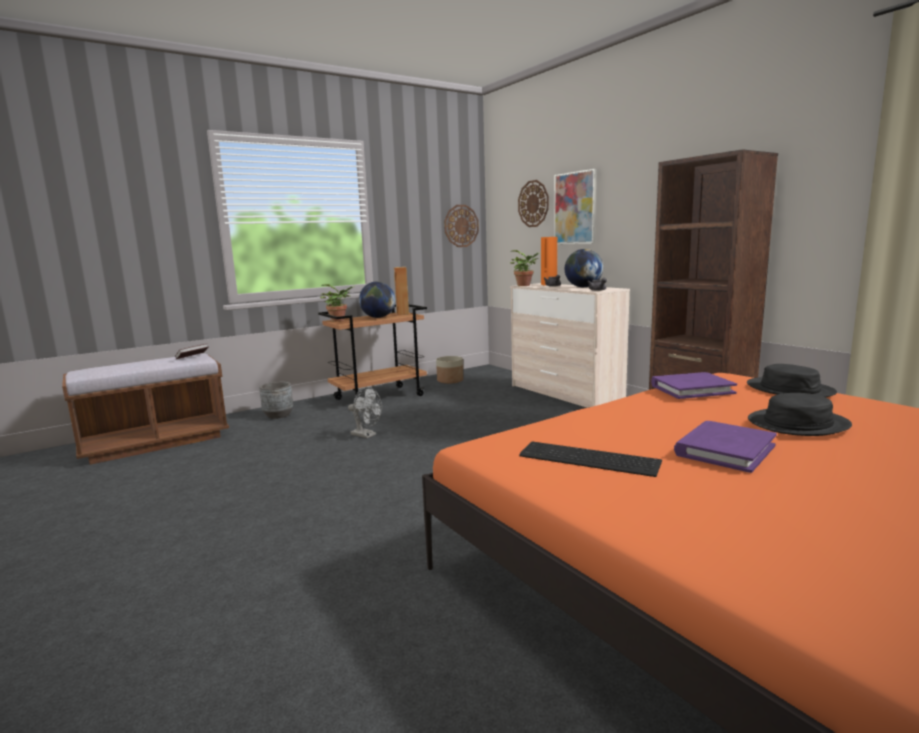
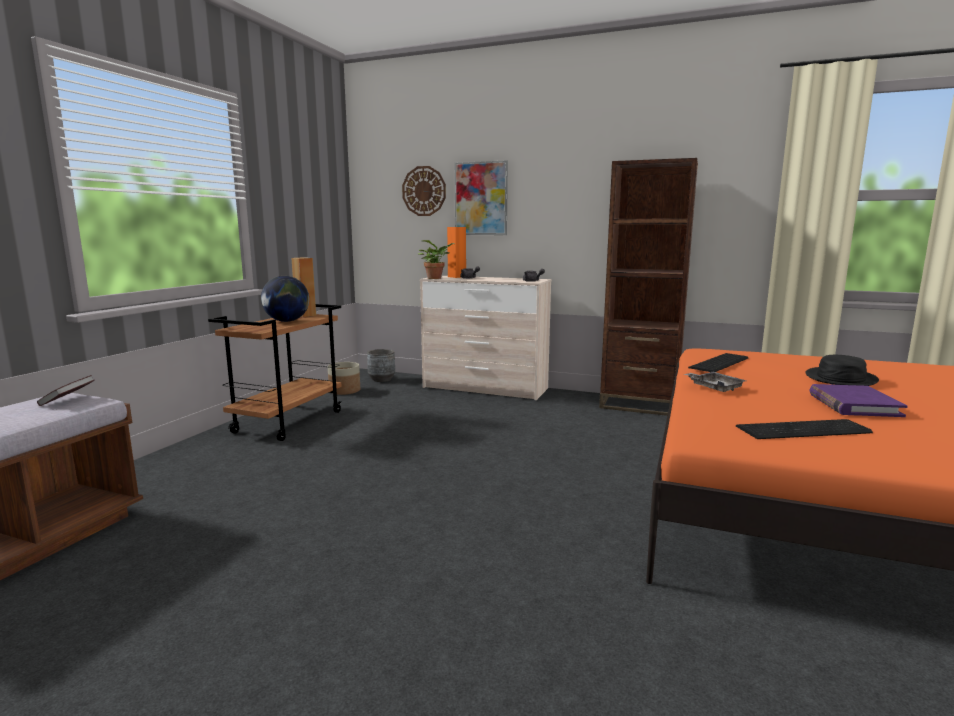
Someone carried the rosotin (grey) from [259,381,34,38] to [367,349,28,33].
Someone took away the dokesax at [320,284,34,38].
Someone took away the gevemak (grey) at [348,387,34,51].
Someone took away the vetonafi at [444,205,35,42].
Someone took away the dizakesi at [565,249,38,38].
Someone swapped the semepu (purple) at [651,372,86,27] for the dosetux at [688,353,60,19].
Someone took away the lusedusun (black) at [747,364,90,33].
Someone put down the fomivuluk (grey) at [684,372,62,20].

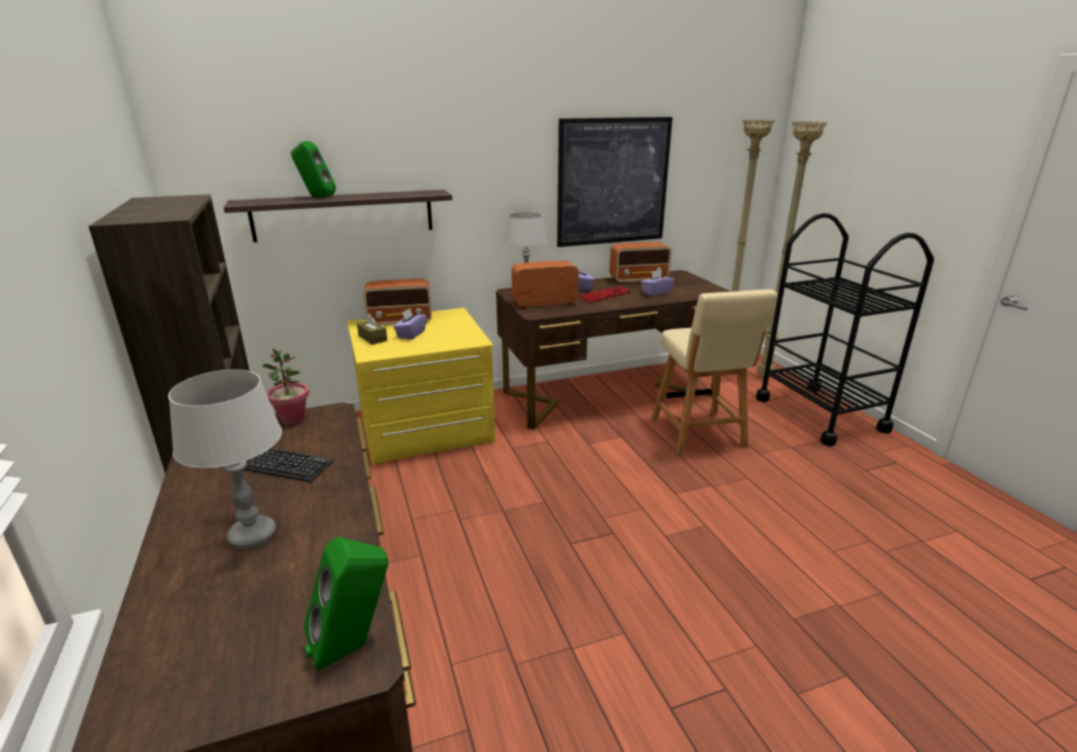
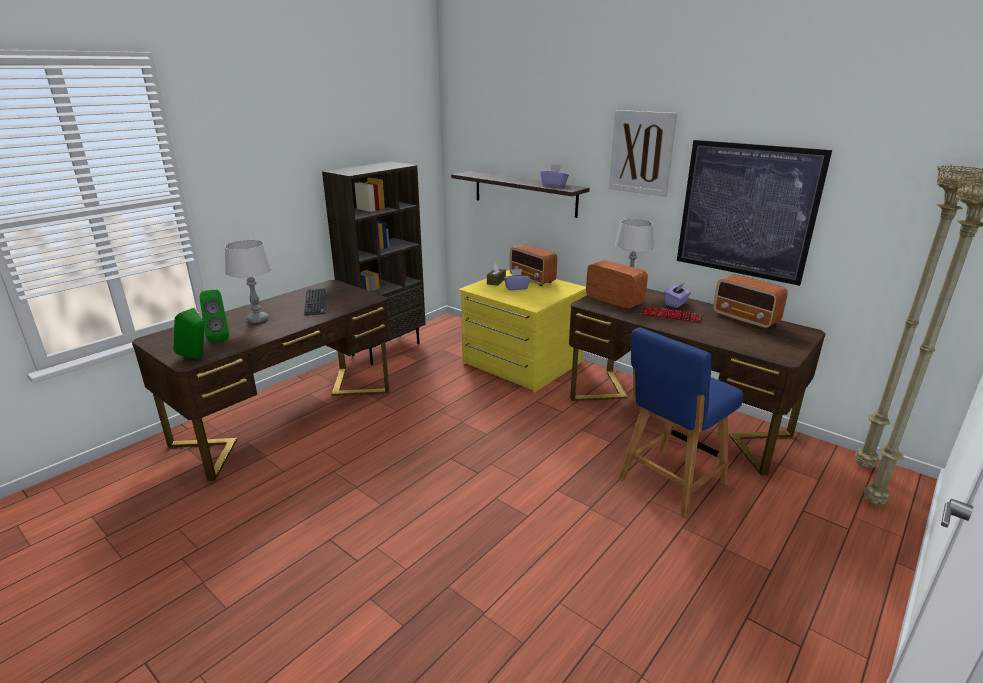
Someone took away the dokesax at [262,349,47,75].
Someone carried the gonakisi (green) from [291,141,45,57] to [200,290,29,52].
Someone carried the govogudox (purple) from [641,270,33,26] to [541,165,28,22].
Someone repainted the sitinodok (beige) at [651,289,127,166], which became the sitinodok (blue) at [619,327,124,191].
Someone took away the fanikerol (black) at [756,213,178,233].
Someone put up the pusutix at [609,110,68,87].

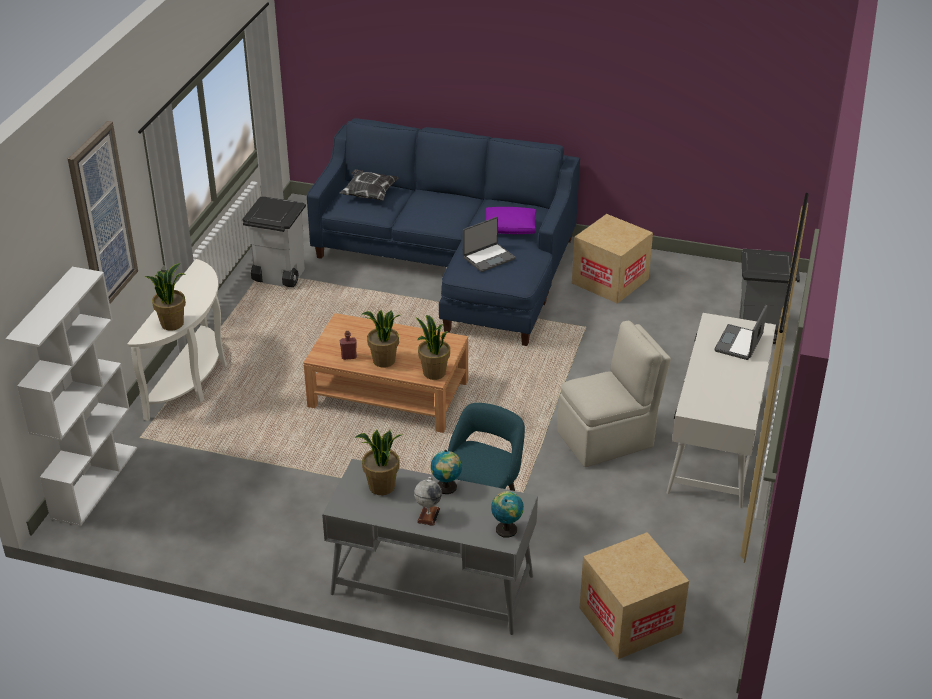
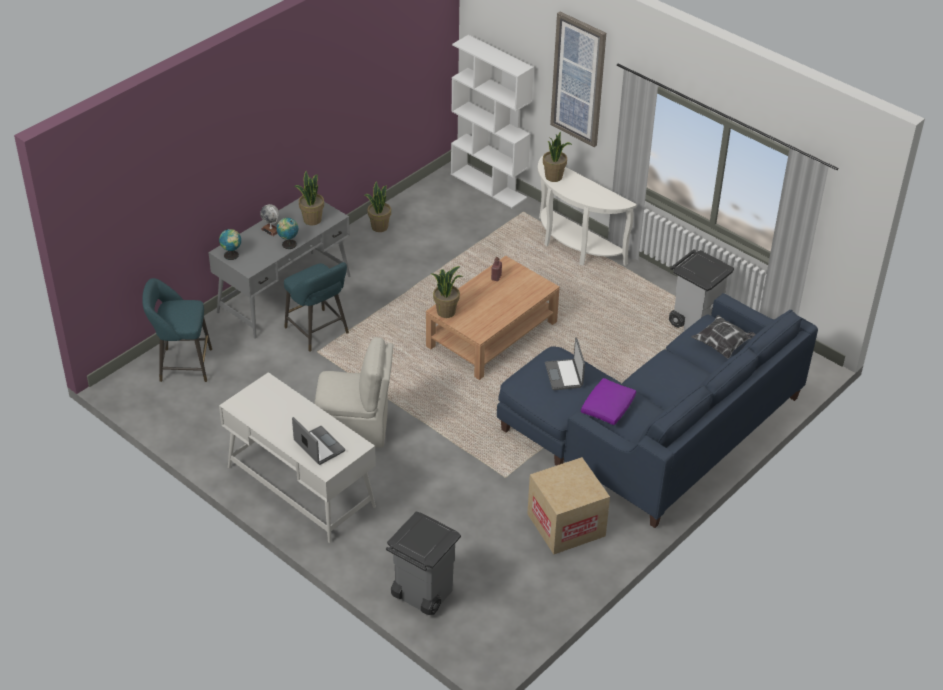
Someone carried the dokesax from [361,310,39,58] to [365,181,26,51].
Someone rotated the sitinodok (beige) at [558,320,113,147] by 90 degrees counterclockwise.
Someone swapped the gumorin at [580,532,109,127] for the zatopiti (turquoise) at [142,278,70,104].

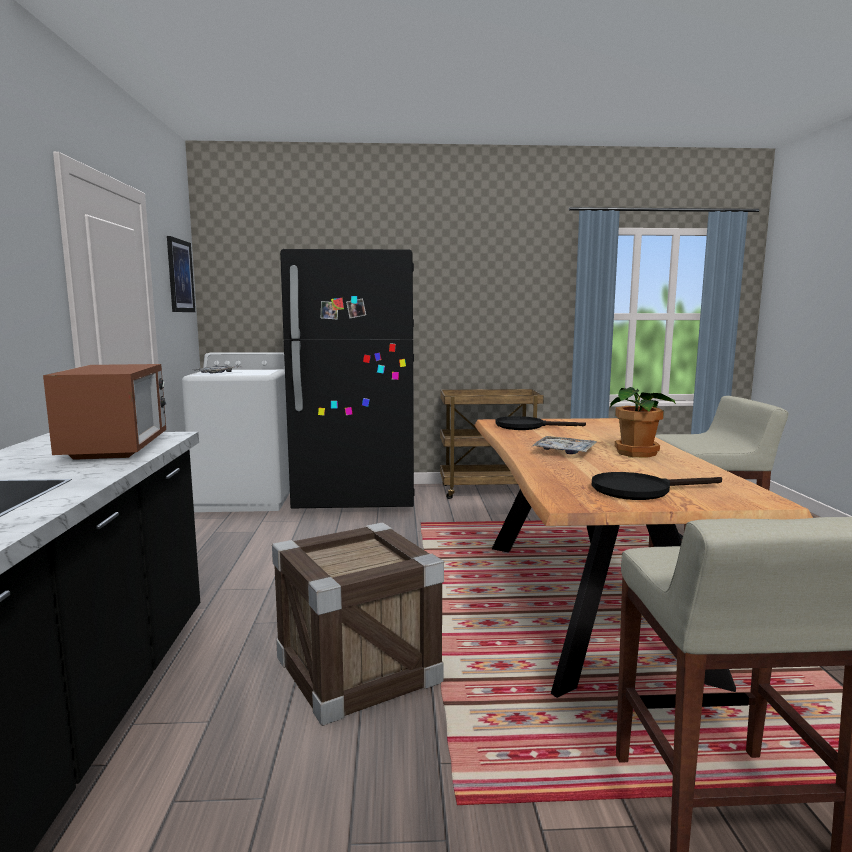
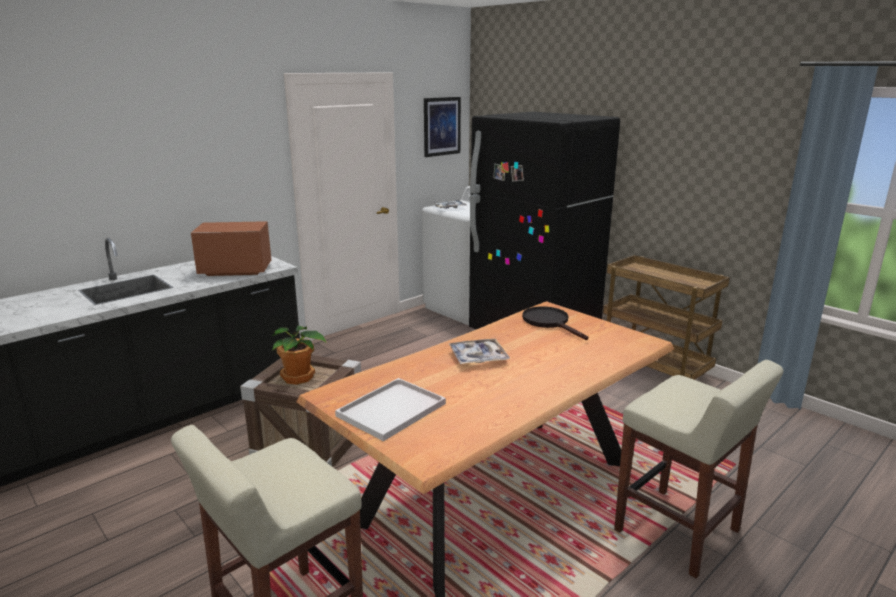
Someone rotated the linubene at [43,364,123,96] by 135 degrees counterclockwise.
Someone swapped the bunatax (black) at [592,472,130,28] for the fomivuluk (white) at [335,378,111,63].
Someone carried the dokesax from [610,387,66,71] to [272,325,55,60].

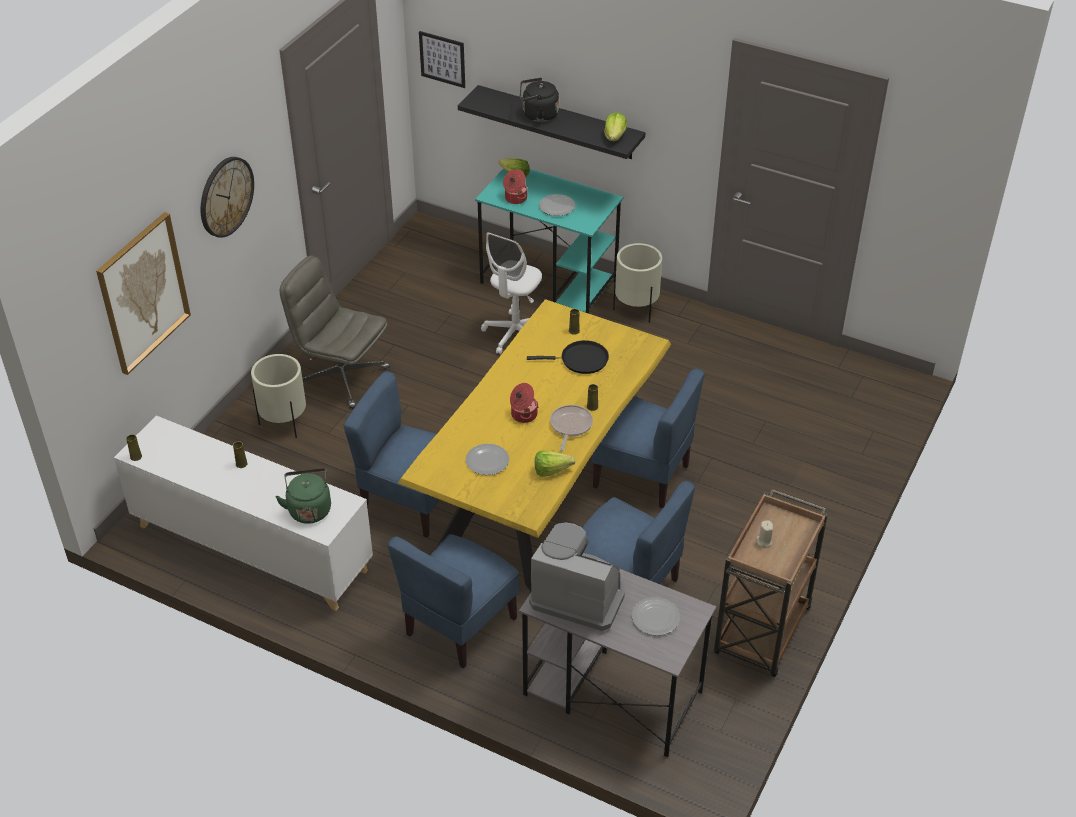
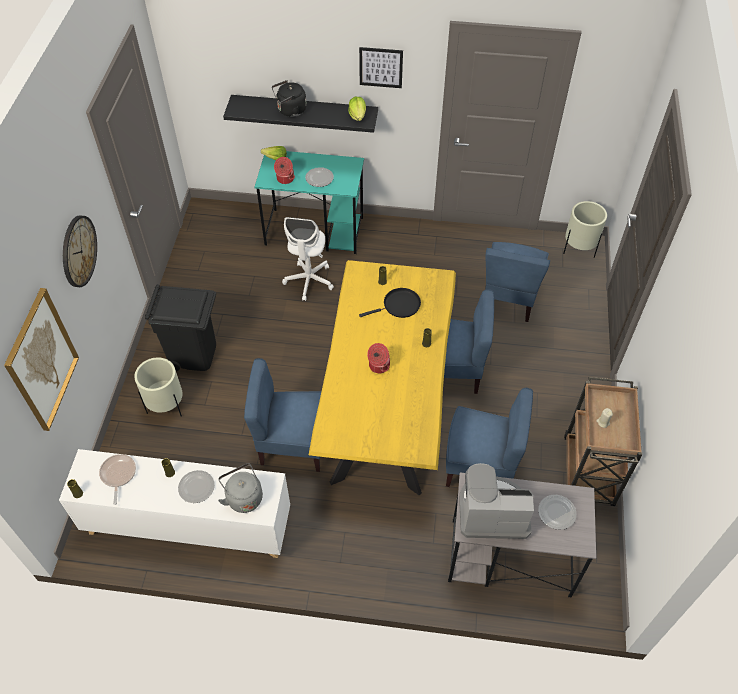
Someone repainted the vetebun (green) at [275,468,56,56], which became the vetebun (grey) at [218,463,45,50].
Someone swapped the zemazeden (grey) at [280,255,110,154] for the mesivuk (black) at [145,284,71,87].
Someone carried the sitinodok (blue) from [388,534,131,135] to [485,242,65,80].
Someone carried the pusutix from [419,31,46,57] to [359,47,44,41].
Someone carried the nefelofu from [465,444,44,31] to [178,470,37,33].
Someone took away the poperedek at [535,451,41,26].
Someone carried the bunatax from [550,405,43,46] to [99,454,37,51].
Someone carried the rosotin (beige) from [613,243,49,80] to [563,201,44,57].

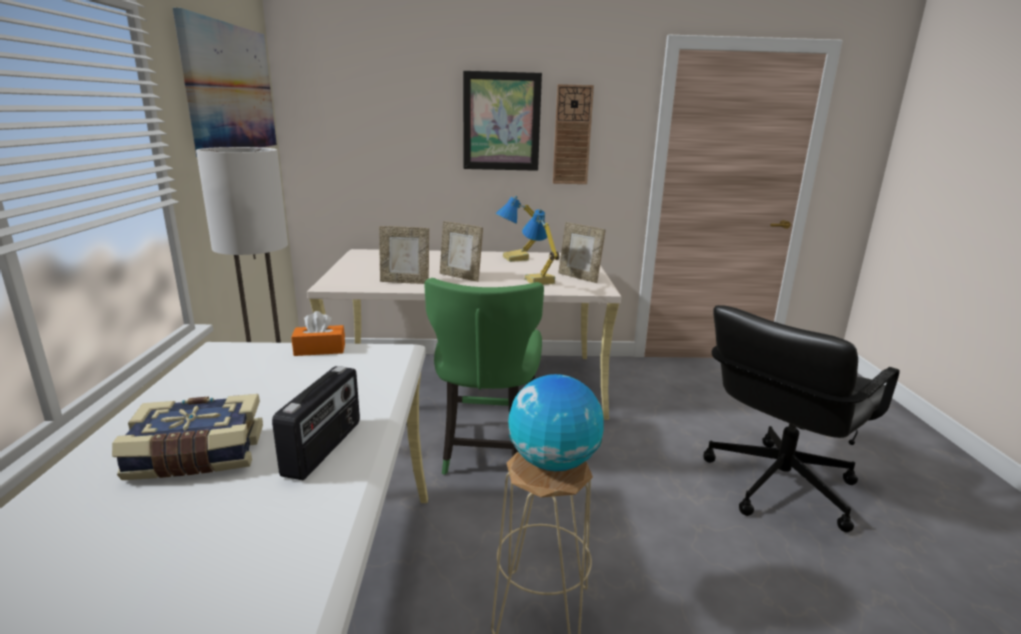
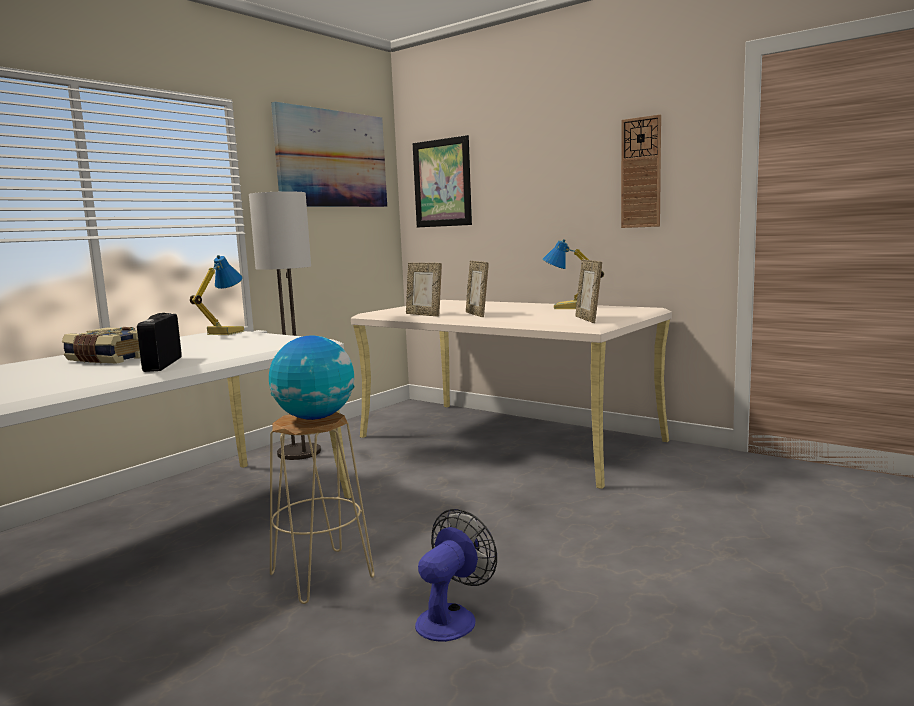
Someone rotated the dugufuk at [272,366,88,114] by 120 degrees clockwise.
Someone took away the govogudox (orange) at [291,311,54,45].
Someone took away the sitinodok (green) at [425,278,119,197].
Someone carried the pusutix from [463,71,79,100] to [413,135,59,92].
Someone carried the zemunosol from [522,209,37,76] to [190,255,54,80].
Someone took away the zemazeden (black) at [703,305,197,227].
Someone put down the gevemak at [415,509,82,133].

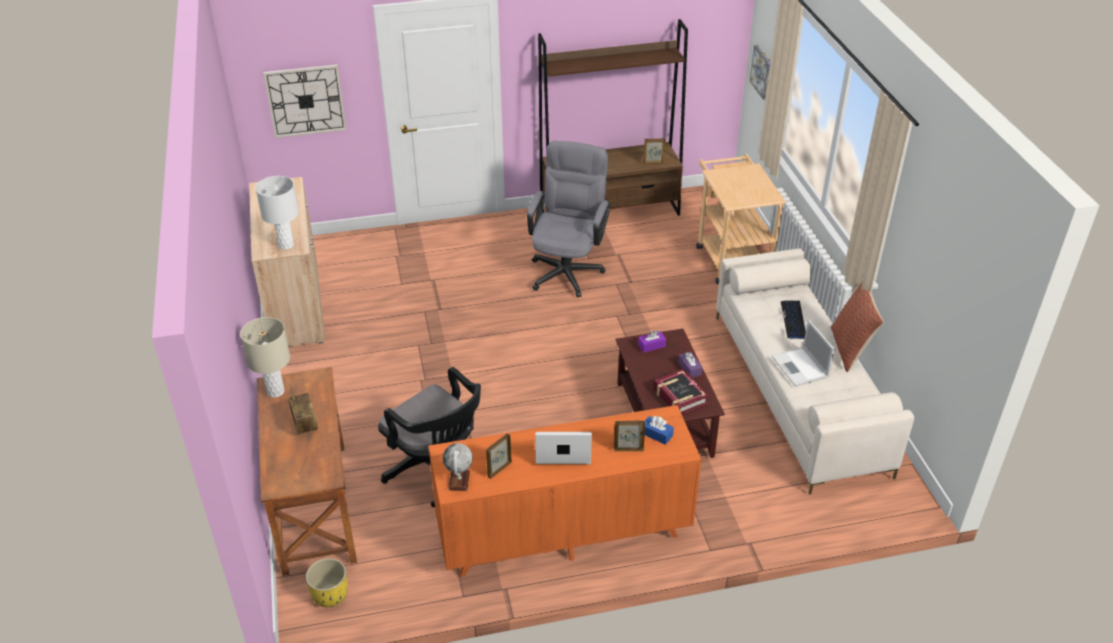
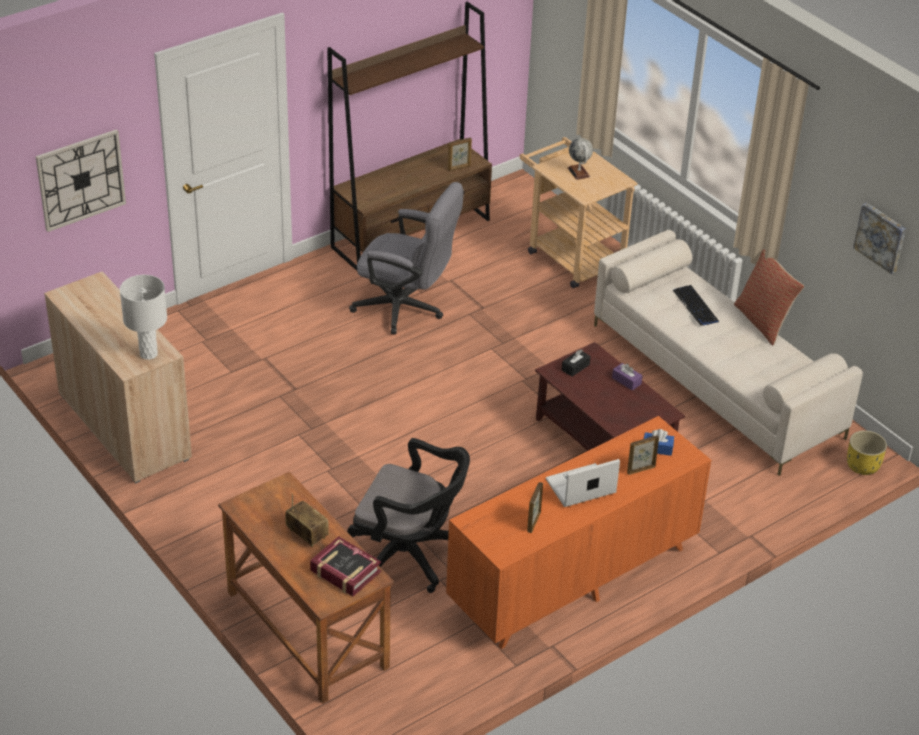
Someone took away the zemunosol (beige) at [240,317,50,81].
Someone carried the rosotin (yellow) from [306,558,42,49] to [847,430,40,45].
Someone carried the dizakesi from [443,443,30,48] to [568,138,25,42].
Someone rotated the zemazeden (grey) at [527,141,84,157] by 120 degrees clockwise.
Someone repainted the govogudox (purple) at [638,330,28,23], which became the govogudox (black) at [562,349,29,27].
Someone carried the semepu from [653,369,56,46] to [310,536,71,60].
Someone carried the pusutix from [749,45,22,55] to [853,203,53,71].
Someone took away the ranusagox at [772,320,63,67].

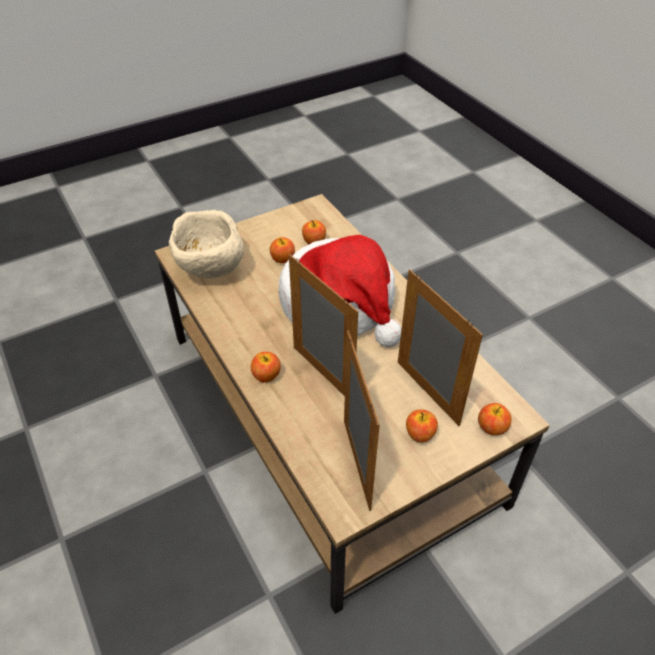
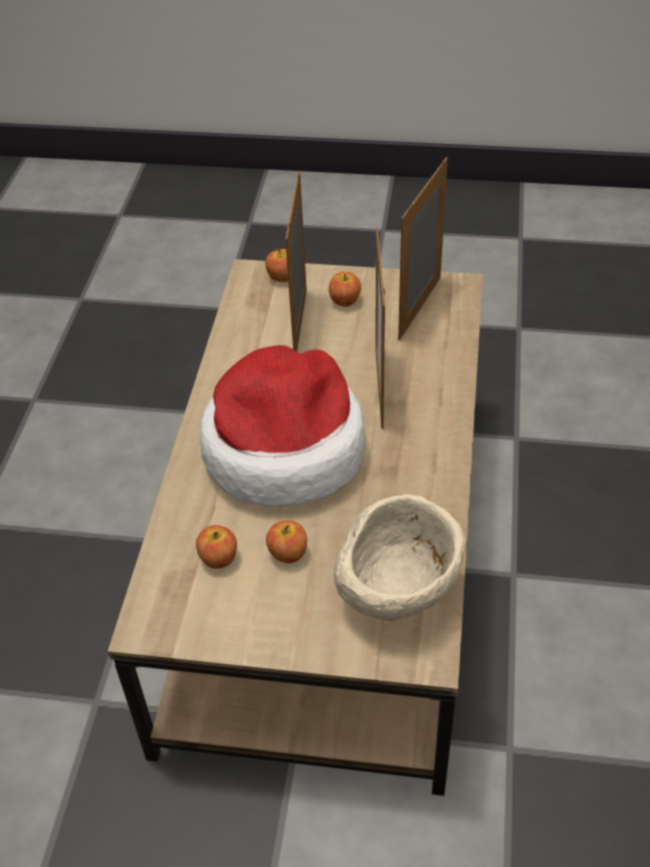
Someone took away the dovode at [251,352,30,30].

